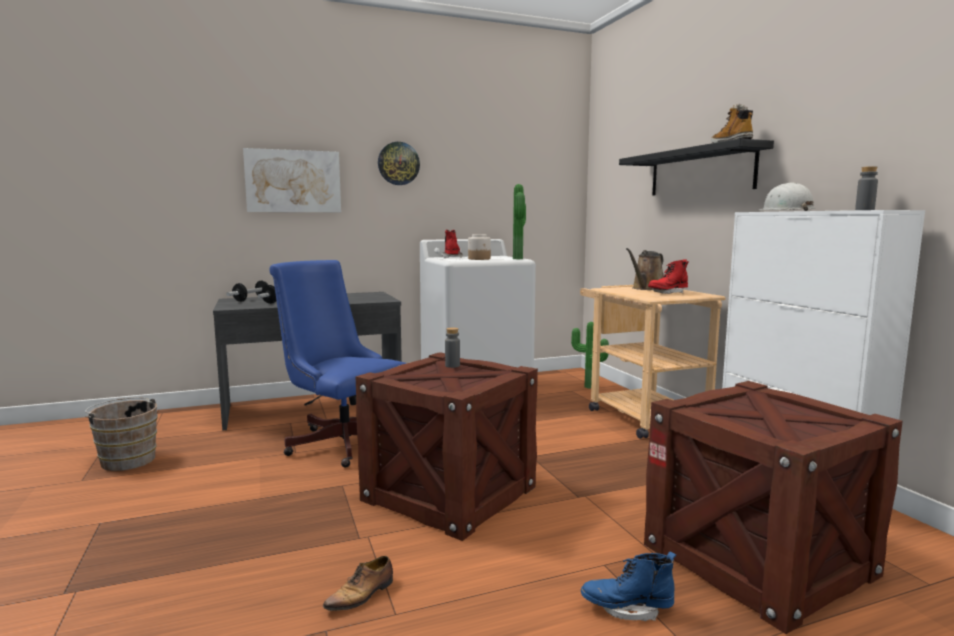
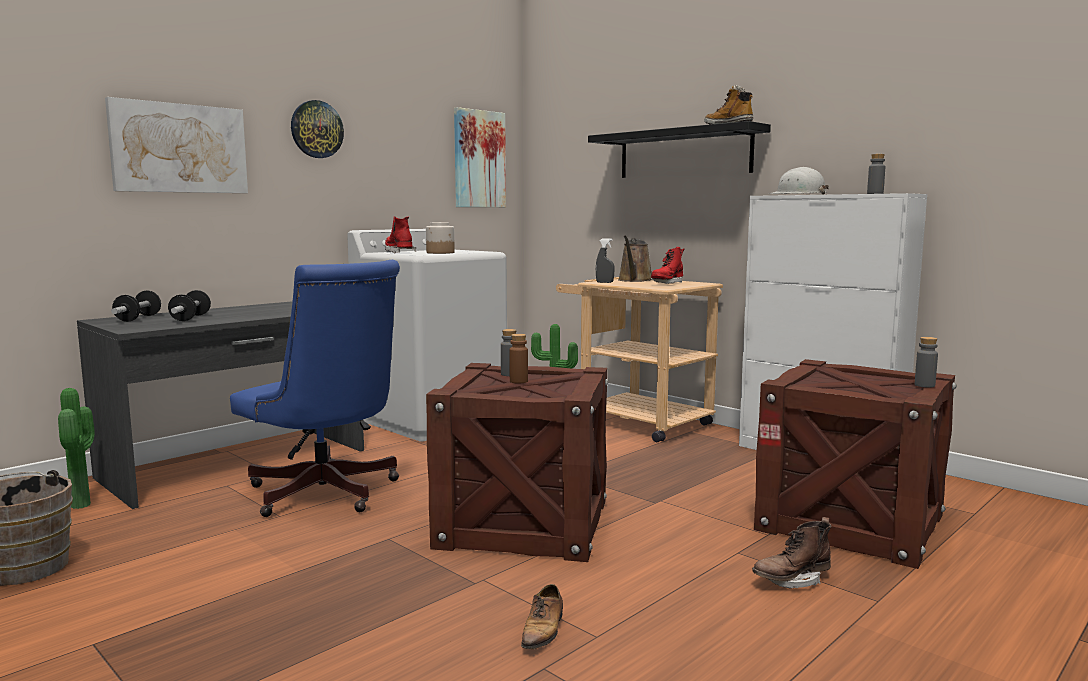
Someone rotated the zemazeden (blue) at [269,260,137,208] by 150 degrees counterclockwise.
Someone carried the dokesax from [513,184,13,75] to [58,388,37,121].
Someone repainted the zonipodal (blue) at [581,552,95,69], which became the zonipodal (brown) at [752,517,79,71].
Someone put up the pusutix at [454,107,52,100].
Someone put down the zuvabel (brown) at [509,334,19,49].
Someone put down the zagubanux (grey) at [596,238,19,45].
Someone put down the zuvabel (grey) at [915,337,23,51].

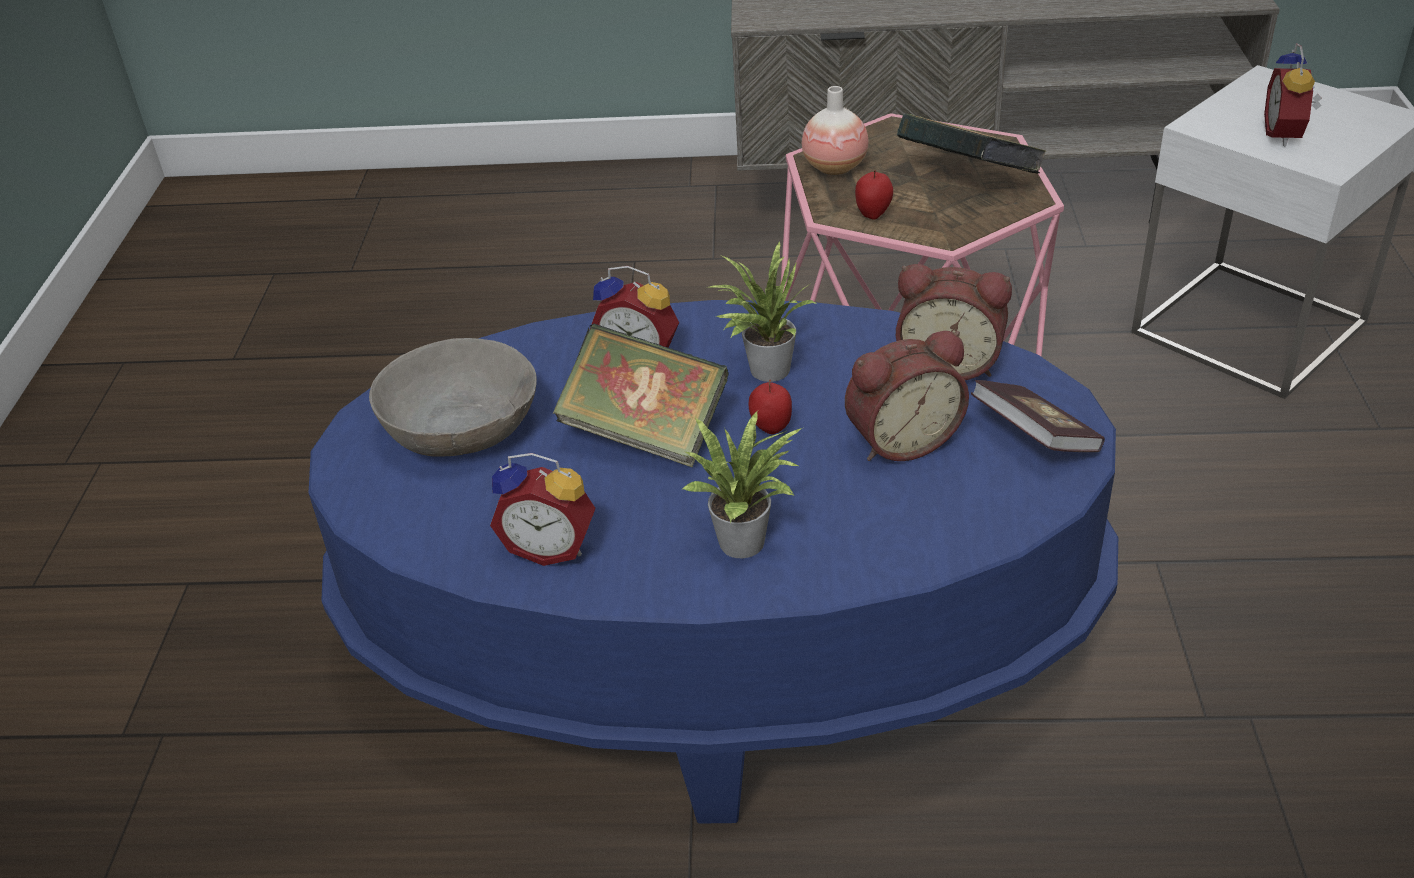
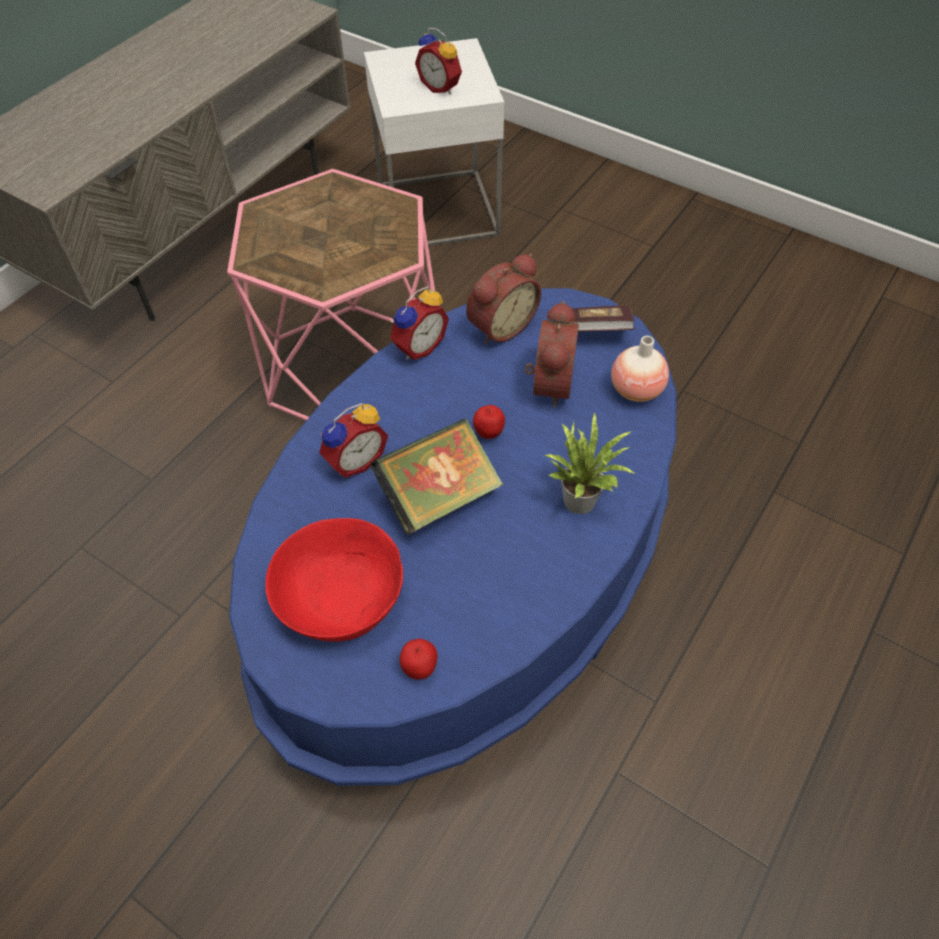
Someone repainted the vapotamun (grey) at [369,338,168,119], which became the vapotamun (red) at [265,518,138,124].
Someone carried the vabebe from [490,453,106,113] to [390,286,59,74].
Someone took away the dokesax at [710,241,108,141].
Someone carried the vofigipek from [802,86,67,89] to [611,336,58,66].
Someone carried the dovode from [855,171,38,49] to [400,639,38,41].
Someone took away the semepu at [897,114,150,60].

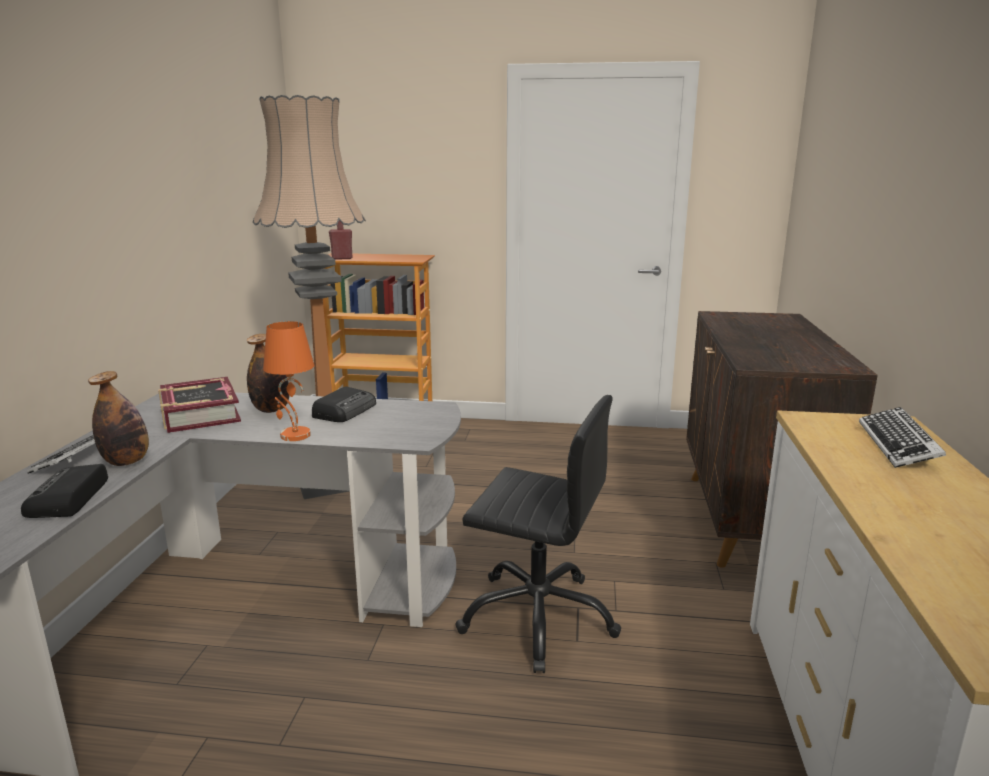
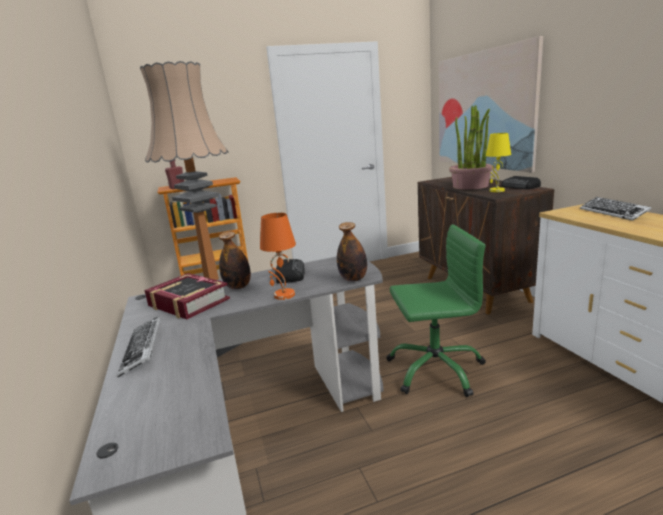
Someone carried the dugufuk from [21,464,87,54] to [501,176,40,13].
Someone carried the zuvabel from [88,371,61,95] to [337,222,30,59].
Someone repainted the zemazeden (black) at [455,395,166,278], which became the zemazeden (green) at [386,224,100,173].
Someone put up the pusutix at [439,36,104,137].
Someone put down the dokesax at [449,105,44,85].
Someone put down the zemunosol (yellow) at [486,133,25,59].

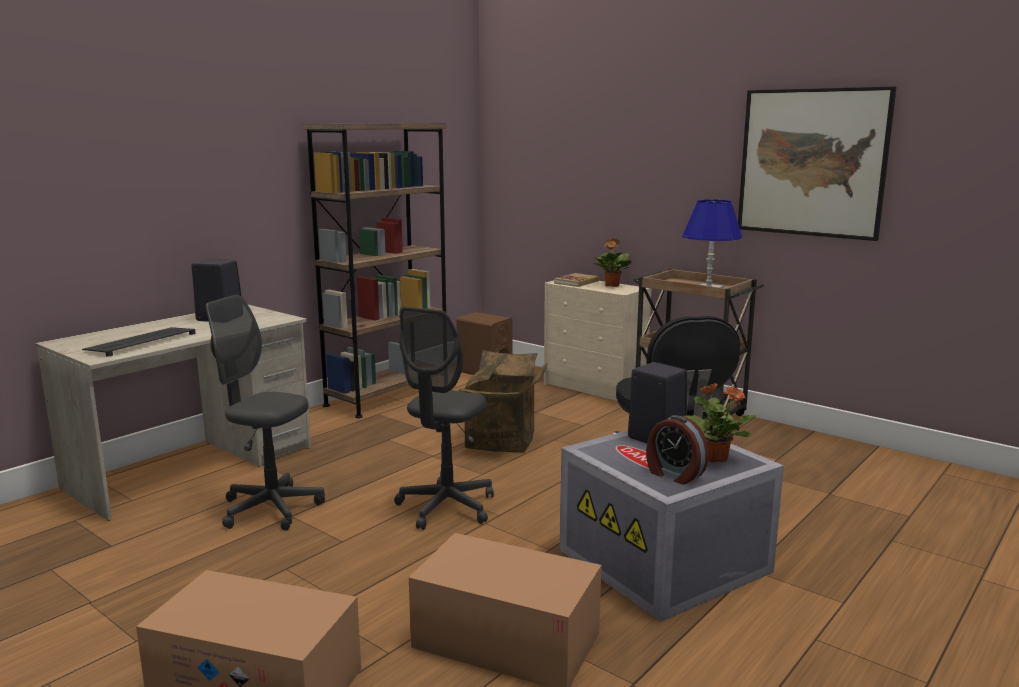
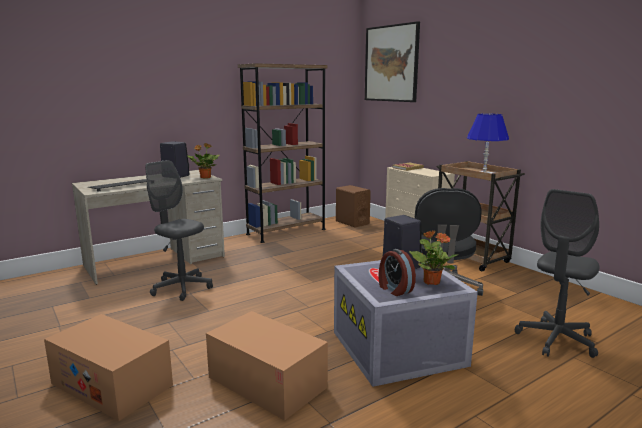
Someone carried the zemazeden (grey) from [394,306,100,224] to [515,189,85,169].
Someone took away the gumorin at [458,350,90,102].
Someone carried the dokesax from [594,238,38,49] to [188,143,32,36].
Someone carried the pusutix from [738,87,158,154] to [365,21,55,81].

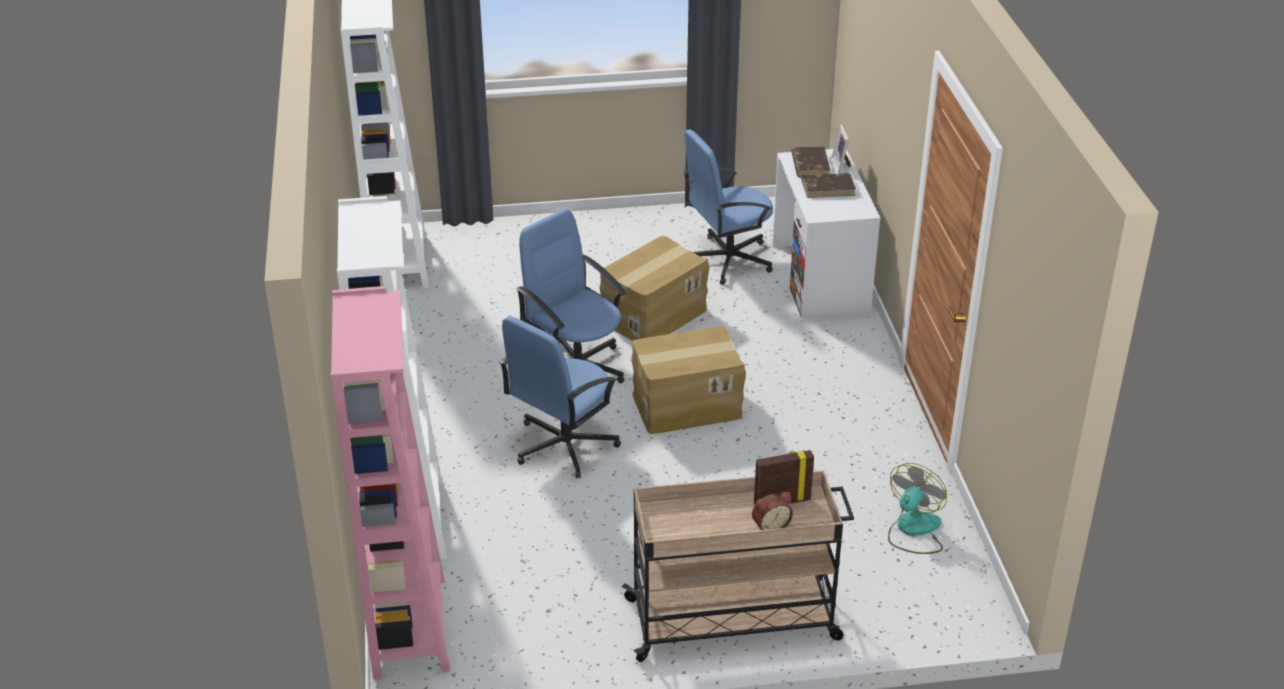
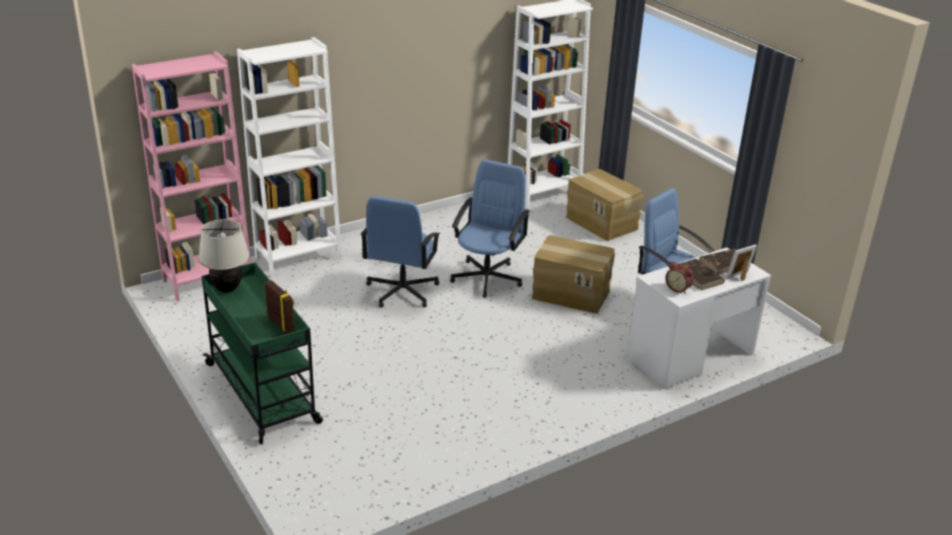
Someone rotated the zemazeden (blue) at [499,316,122,162] by 90 degrees counterclockwise.
Someone repainted the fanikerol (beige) at [622,470,232,192], which became the fanikerol (green) at [202,262,121,182].
Someone carried the gumorin from [631,326,115,108] to [566,169,78,72].
Someone carried the vabebe from [752,492,41,38] to [665,262,28,32].
Someone took away the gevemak at [888,463,59,91].
Someone put down the zemunosol (beige) at [198,219,52,74].

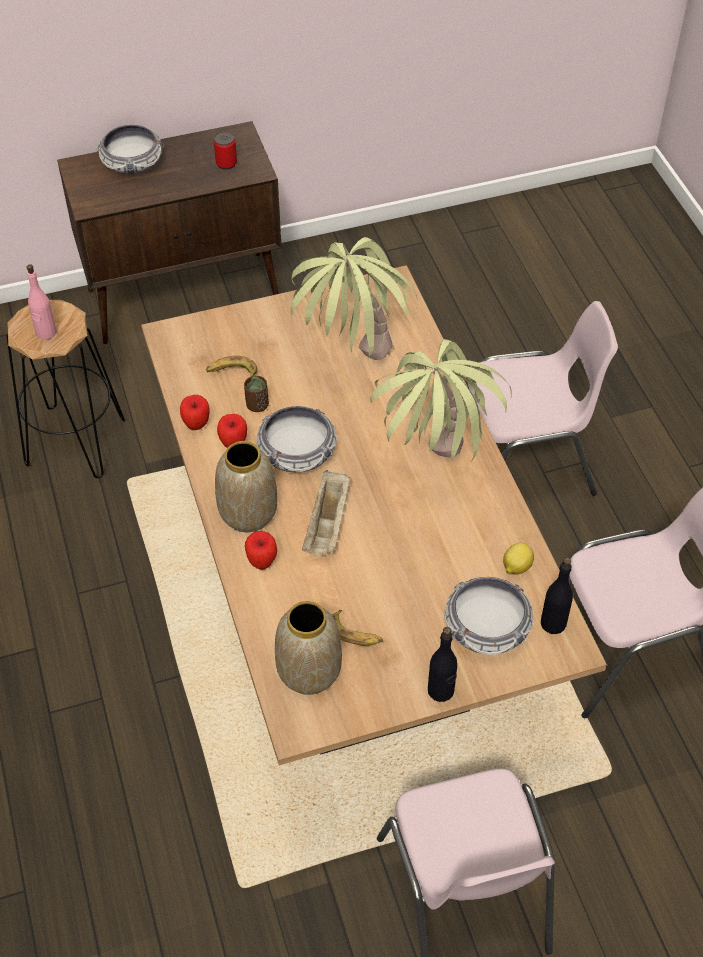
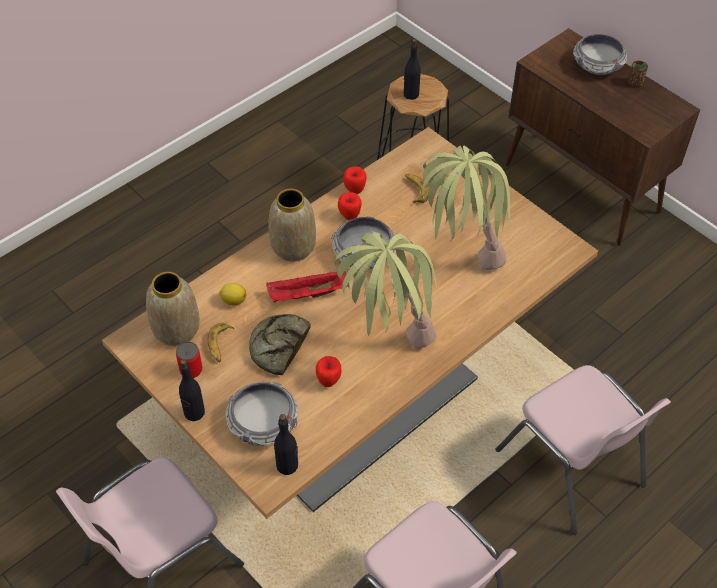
Someone repainted the zuvabel (pink) at [27,264,30,76], which became the zuvabel (black) at [404,39,17,61].
Someone carried the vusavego from [214,131,23,39] to [176,342,26,36].
Someone carried the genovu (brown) from [244,376,25,36] to [628,61,20,26].
Someone carried the dovode from [245,531,32,39] to [316,356,26,31].
Someone repainted the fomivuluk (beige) at [302,470,48,85], which became the fomivuluk (red) at [266,271,81,32].
Someone carried the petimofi from [503,542,31,32] to [219,283,27,23].
Someone put down the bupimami at [249,314,62,61].

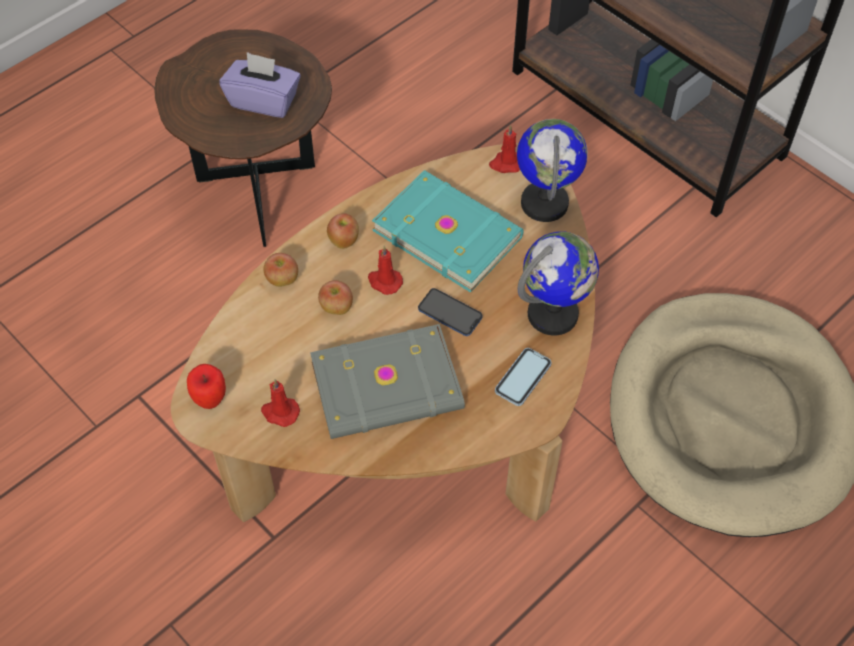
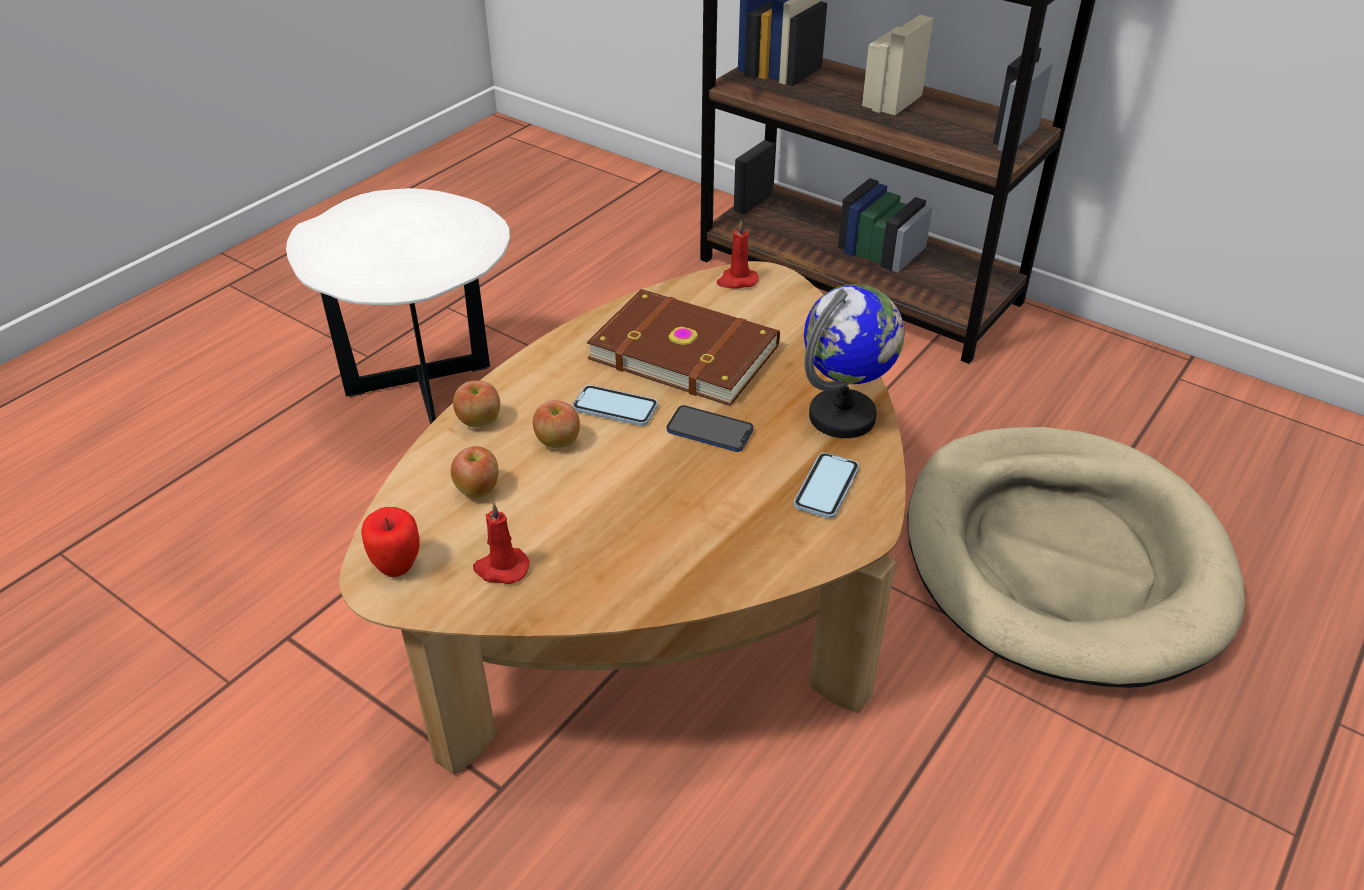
Someone repainted the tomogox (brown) at [154,30,178,217], which became the tomogox (white) at [286,188,224,237].
Someone took away the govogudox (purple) at [219,52,82,66].
Someone took away the semepu (grey) at [310,324,155,115].
Someone carried the dovode from [327,213,32,36] to [451,446,47,53].
Someone swapped the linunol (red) at [368,246,35,49] for the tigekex at [573,385,85,41].
Someone repainted the semepu (turquoise) at [372,170,152,123], which became the semepu (brown) at [587,289,193,117].
Someone took away the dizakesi at [517,119,71,103].

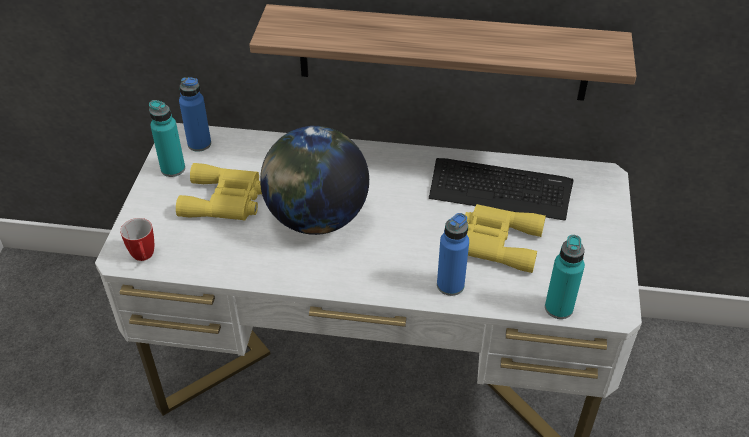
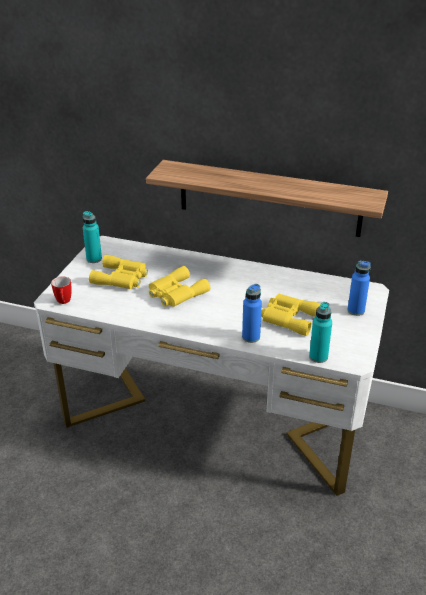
Someone carried the zuvabel (blue) from [179,77,32,75] to [347,260,24,56].
Someone swapped the dizakesi at [260,126,109,109] for the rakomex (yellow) at [149,266,61,41].
Someone took away the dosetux at [429,158,144,63].

